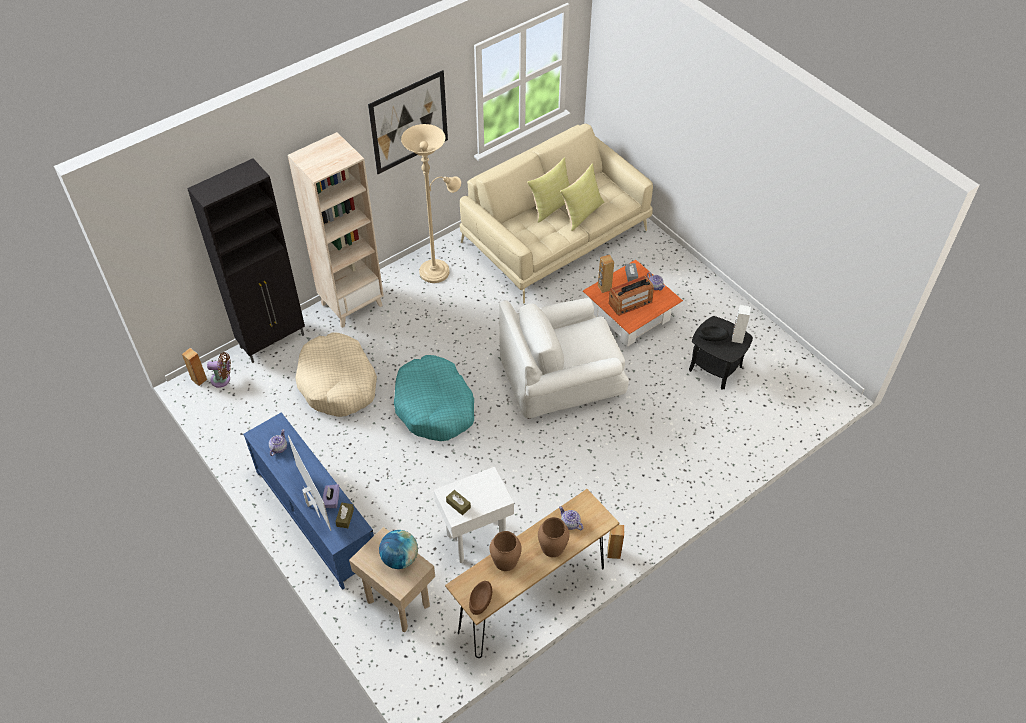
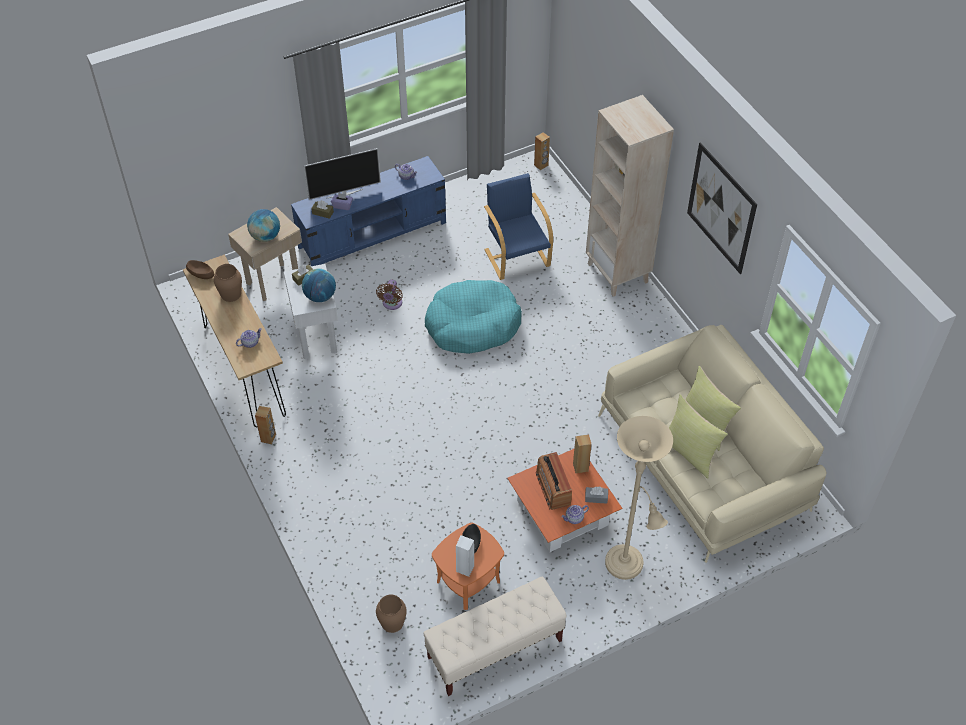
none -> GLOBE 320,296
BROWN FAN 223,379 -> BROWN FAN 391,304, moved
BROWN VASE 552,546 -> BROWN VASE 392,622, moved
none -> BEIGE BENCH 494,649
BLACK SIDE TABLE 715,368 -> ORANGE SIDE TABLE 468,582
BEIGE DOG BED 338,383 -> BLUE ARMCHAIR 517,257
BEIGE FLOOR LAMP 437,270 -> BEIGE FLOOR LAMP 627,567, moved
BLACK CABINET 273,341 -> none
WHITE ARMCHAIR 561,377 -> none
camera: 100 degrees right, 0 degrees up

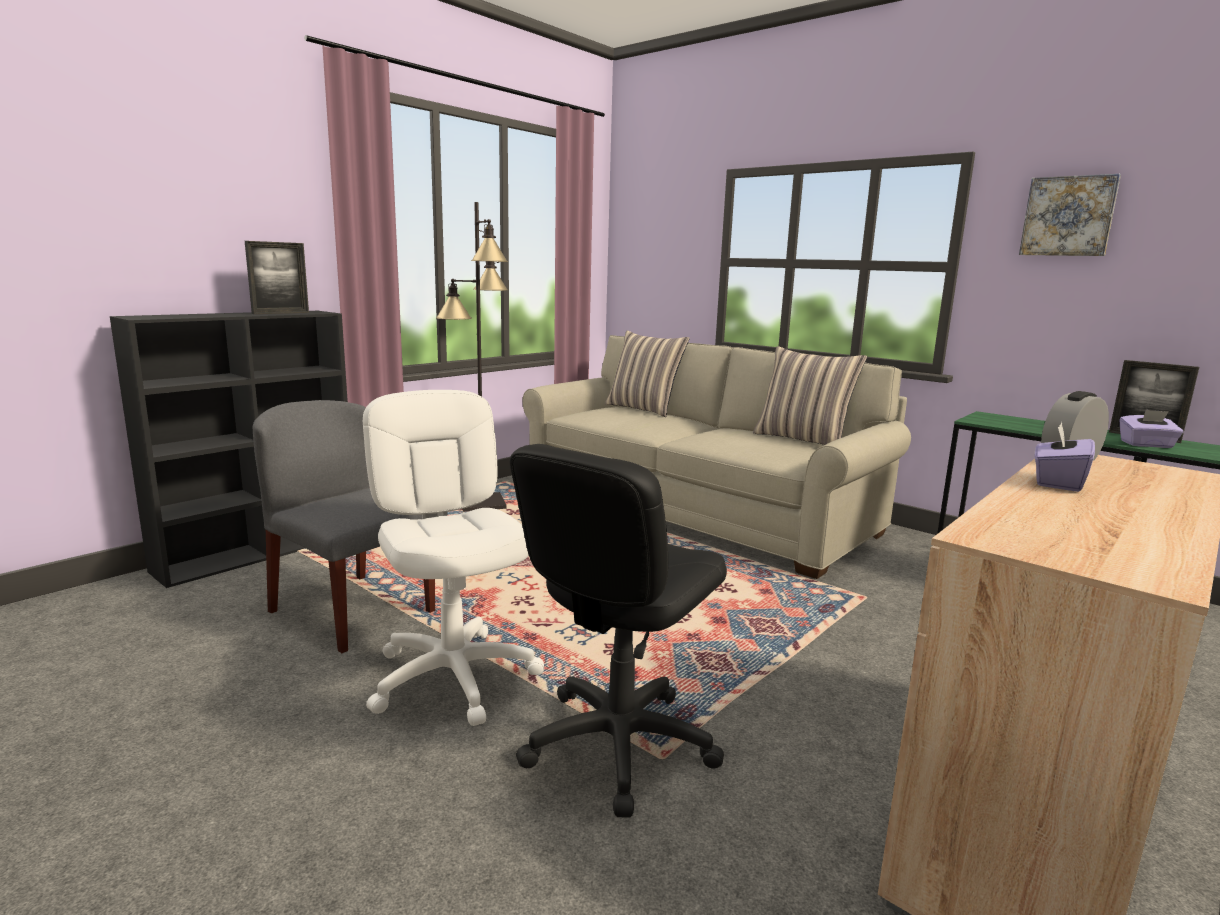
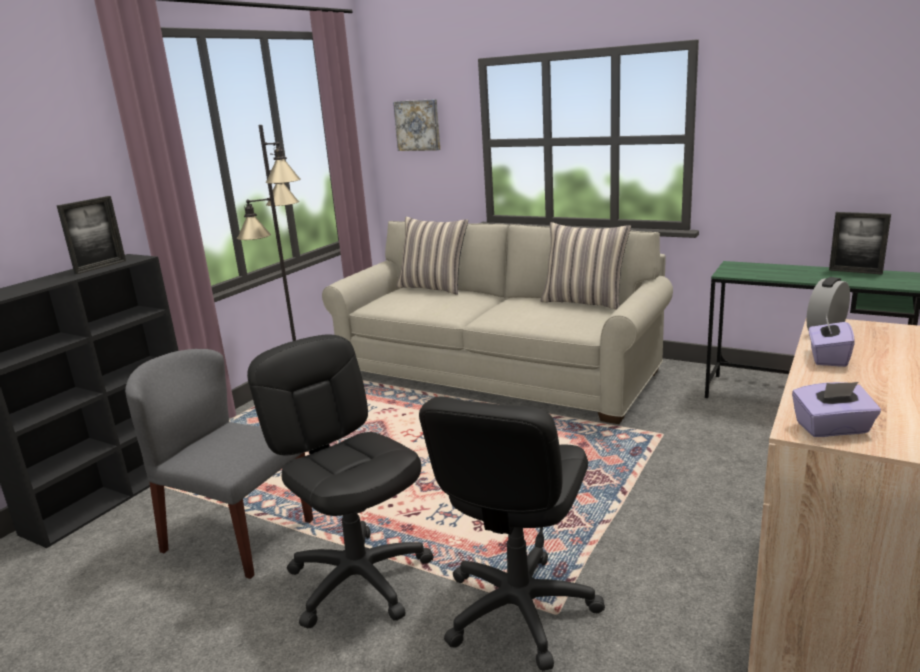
WHITE OFFICE CHAIR 454,677 -> BLACK OFFICE CHAIR 359,579
PICTURE 1068,216 -> PICTURE 418,125, moved
PURPLE TISSUE BOX 1146,445 -> PURPLE TISSUE BOX 832,429, moved
camera: 10 degrees left, 5 degrees up

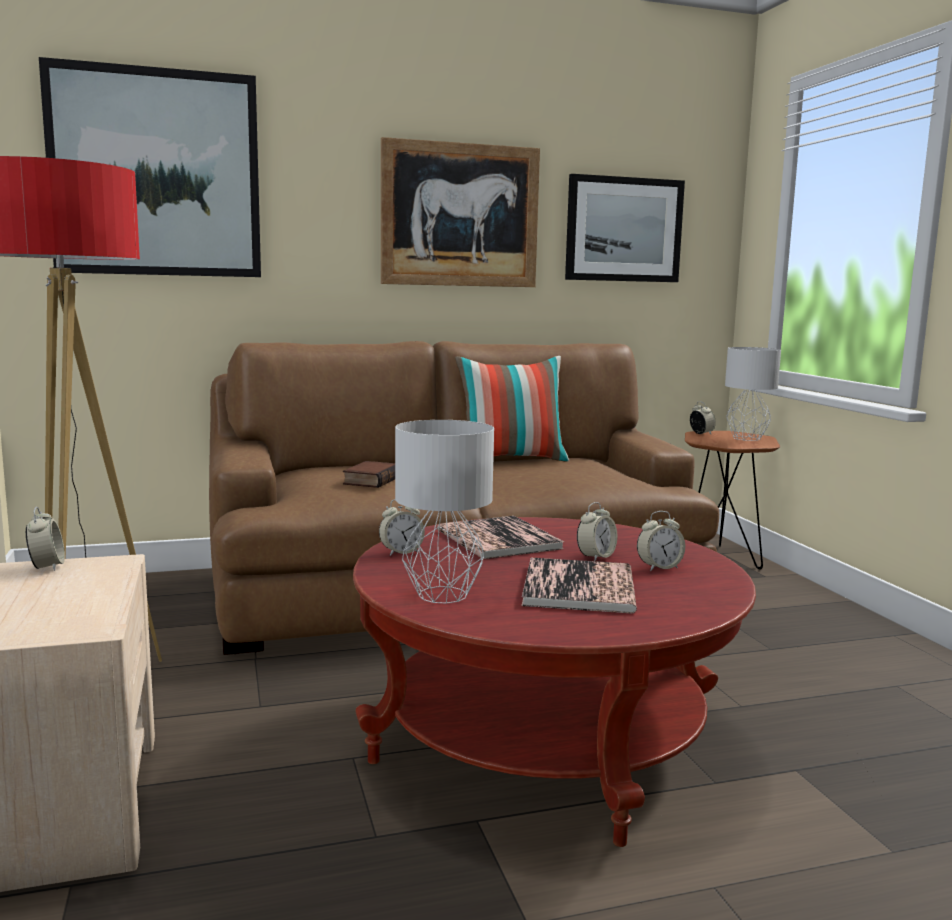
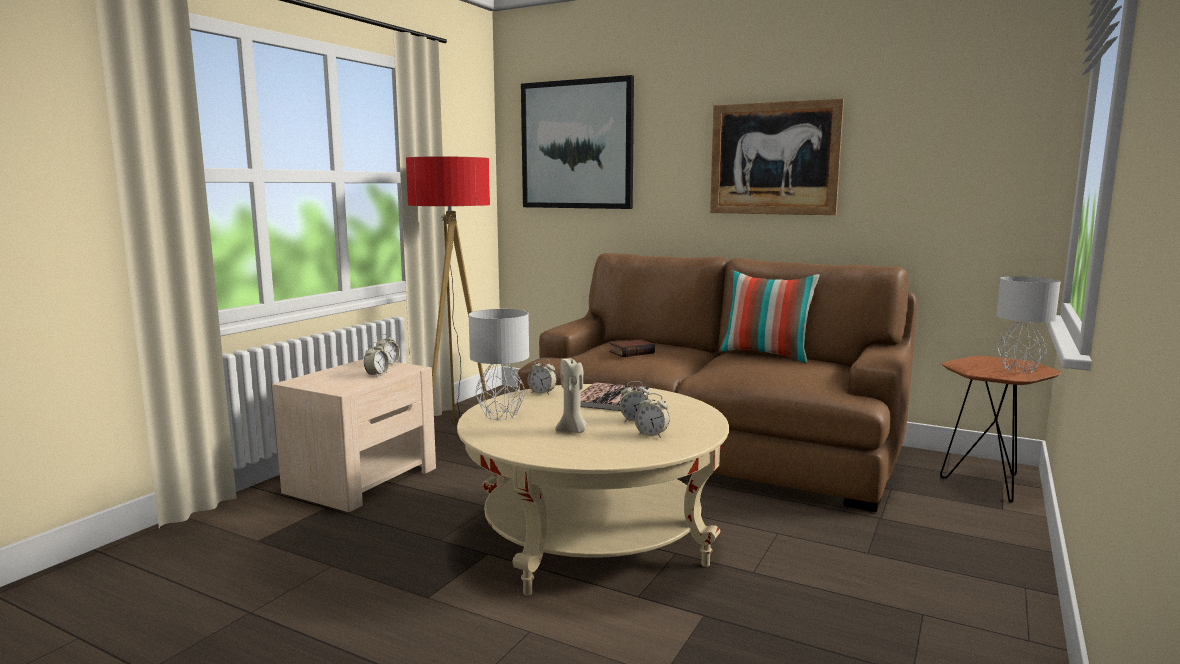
ALARM CLOCK 701,433 -> ALARM CLOCK 377,374, moved
RED COFFEE TABLE 544,738 -> BEIGE COFFEE TABLE 593,536
BOOK 579,587 -> BEIGE CANDLE 572,431
PICTURE 623,230 -> none
camera: 45 degrees right, 0 degrees up

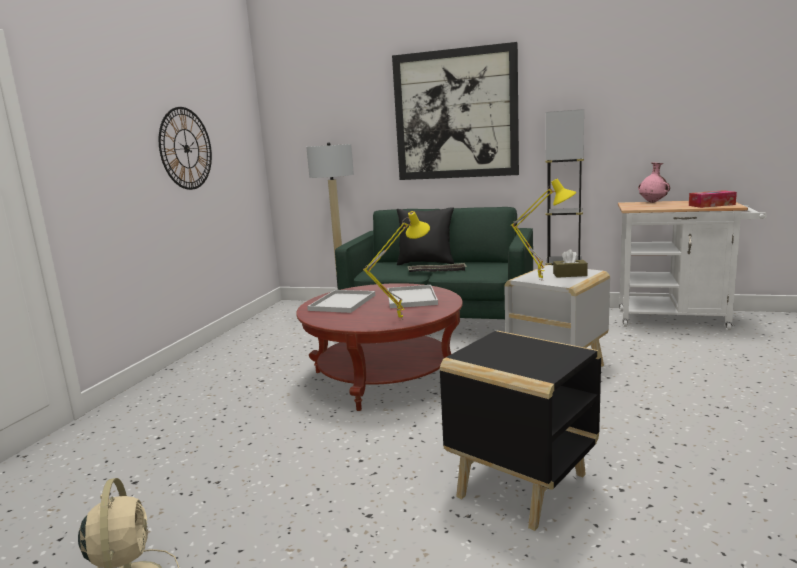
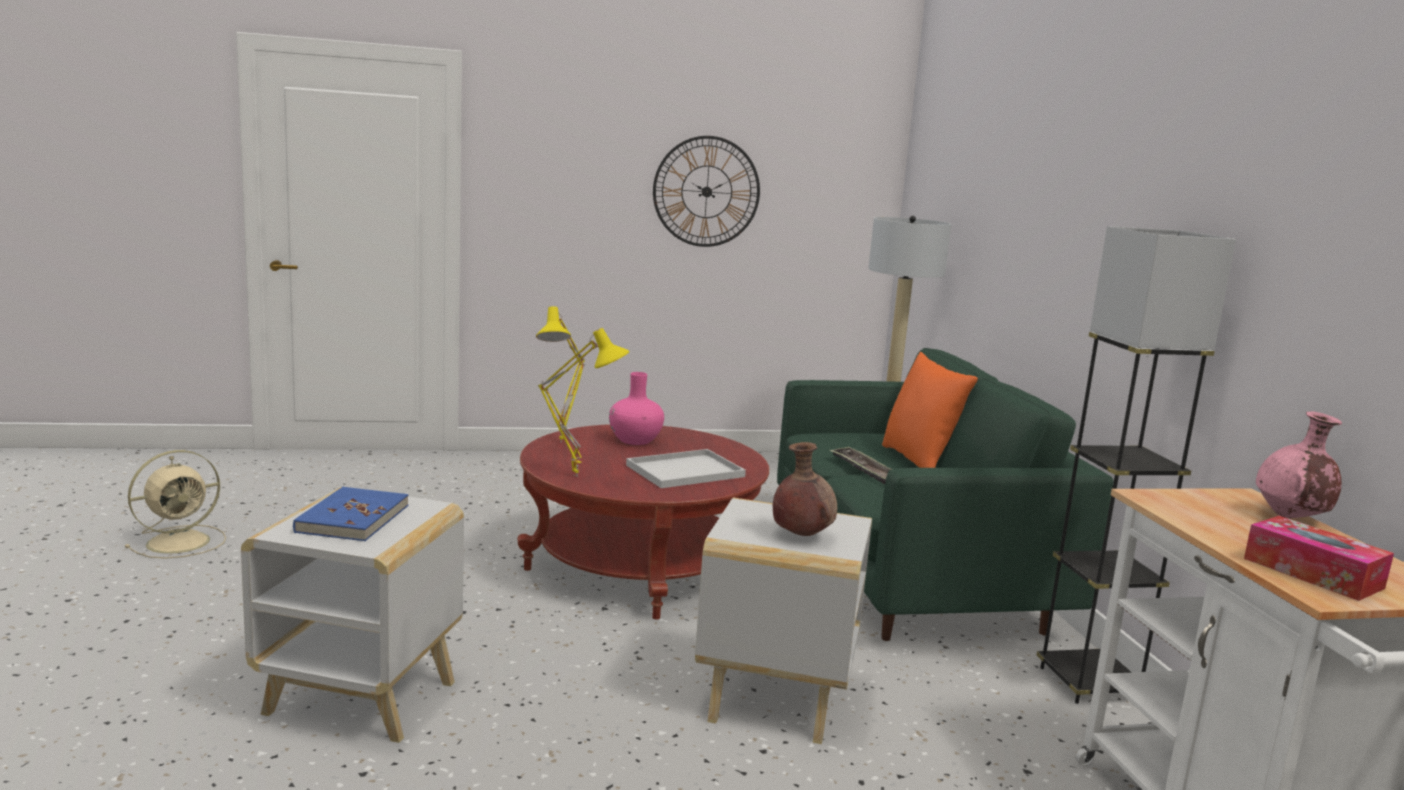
BLACK SIDE TABLE 522,484 -> WHITE SIDE TABLE 364,697
none -> BLUE BOOK 352,518
YELLOW TABLE LAMP 542,279 -> YELLOW TABLE LAMP 564,442, moved
WHITE TRAY 342,303 -> PINK VASE 635,440
BROWN TISSUE BOX 570,275 -> BROWN VASE 800,535
BLACK PILLOW 426,263 -> ORANGE PILLOW 919,461
PICTURE 455,115 -> none
camera: 60 degrees right, 0 degrees up

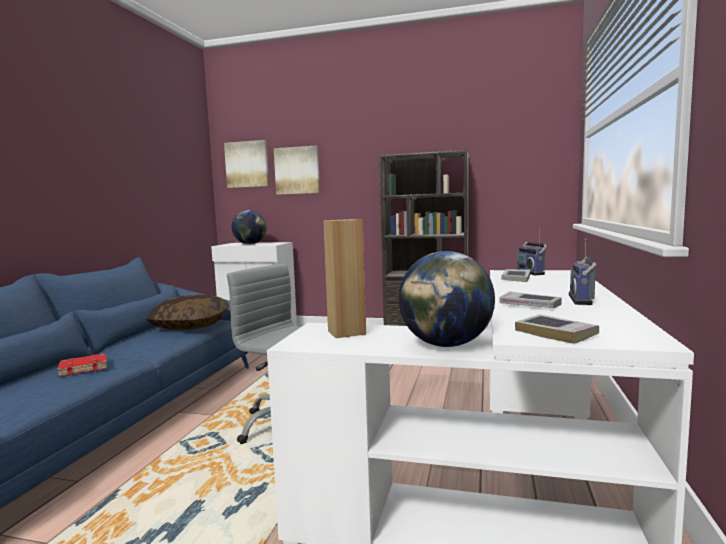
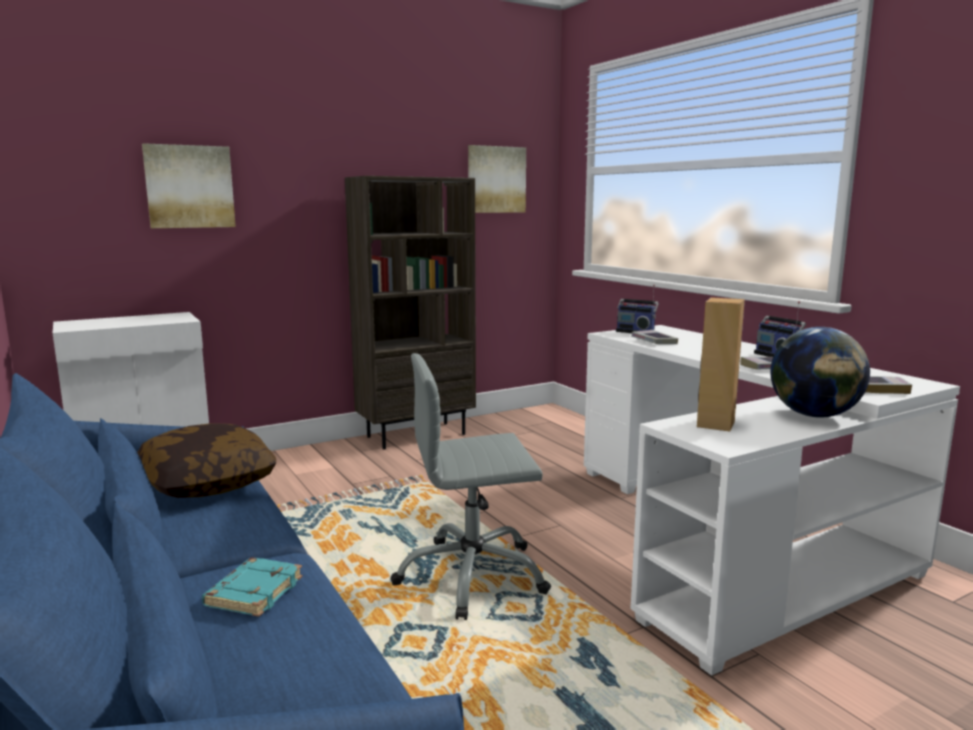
RED BOOK 84,368 -> TURQUOISE BOOK 254,592
PICTURE 247,164 -> PICTURE 496,179, moved
GLOBE 250,244 -> none
camera: 45 degrees left, 5 degrees up

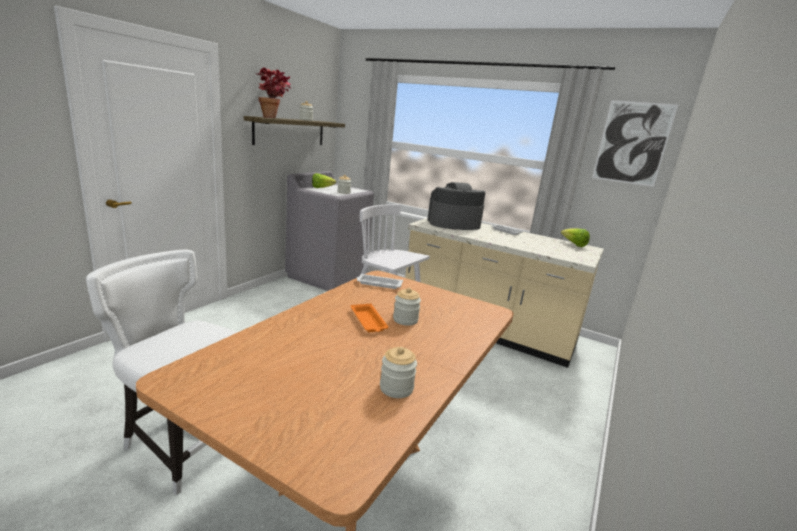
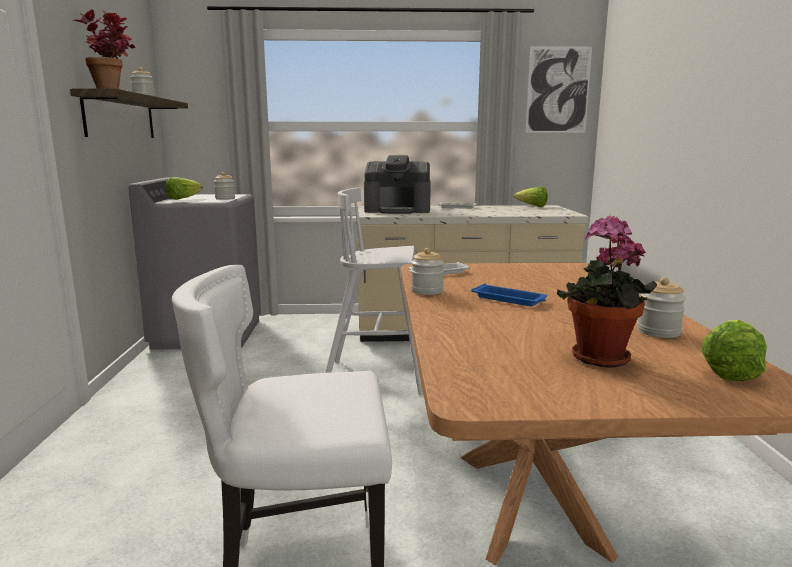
COFFEE MACHINE 453,224 -> COFFEE MACHINE 398,210, 135 degrees counterclockwise
JAR 405,320 -> JAR 427,291, moved
ORANGE TRAY 368,321 -> BLUE TRAY 509,299
none -> POTTED PLANT 599,360
none -> LETTUCE 728,371
camera: 30 degrees left, 5 degrees down

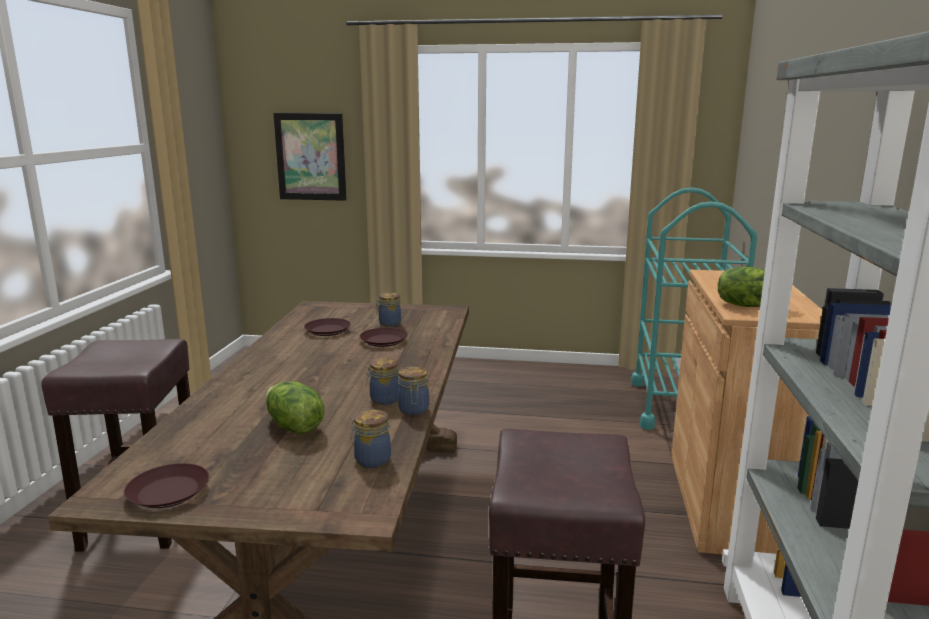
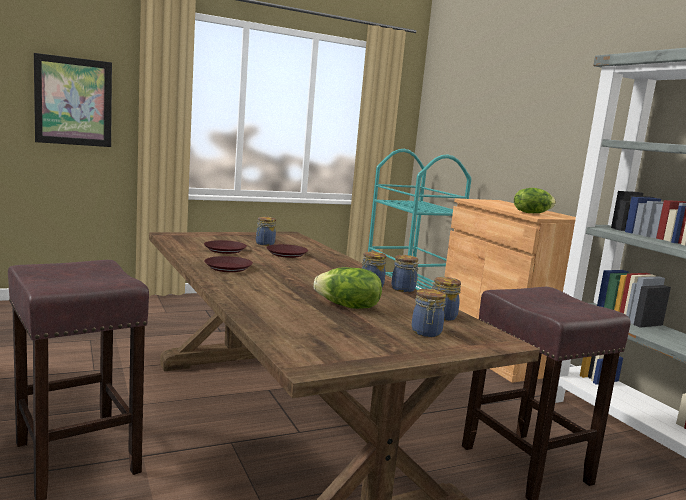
BROWN PLATE 169,492 -> BROWN PLATE 228,268, moved
none -> JAR 426,333
camera: 35 degrees left, 5 degrees down

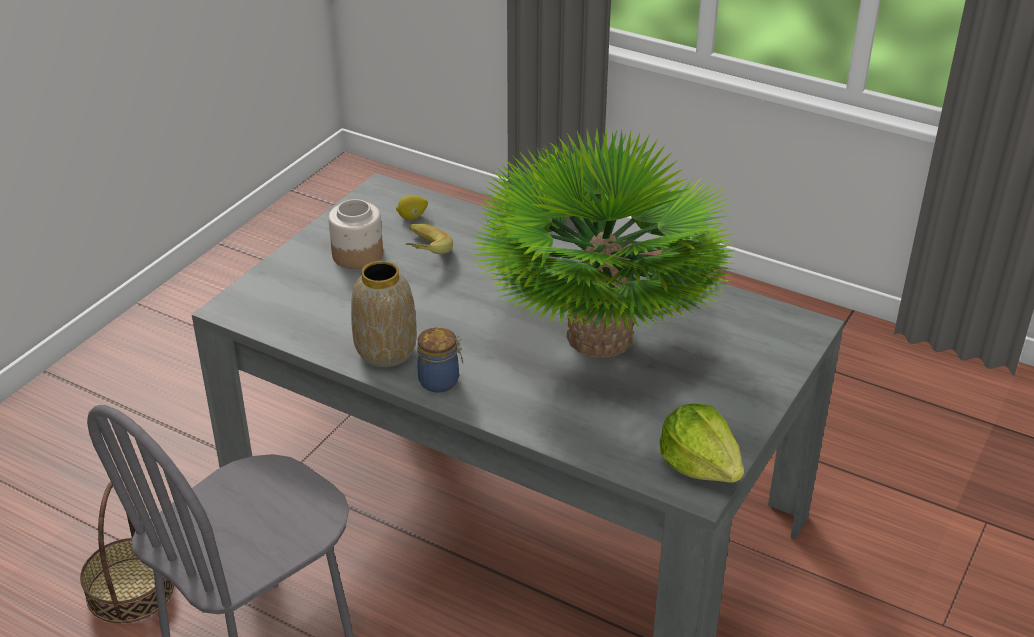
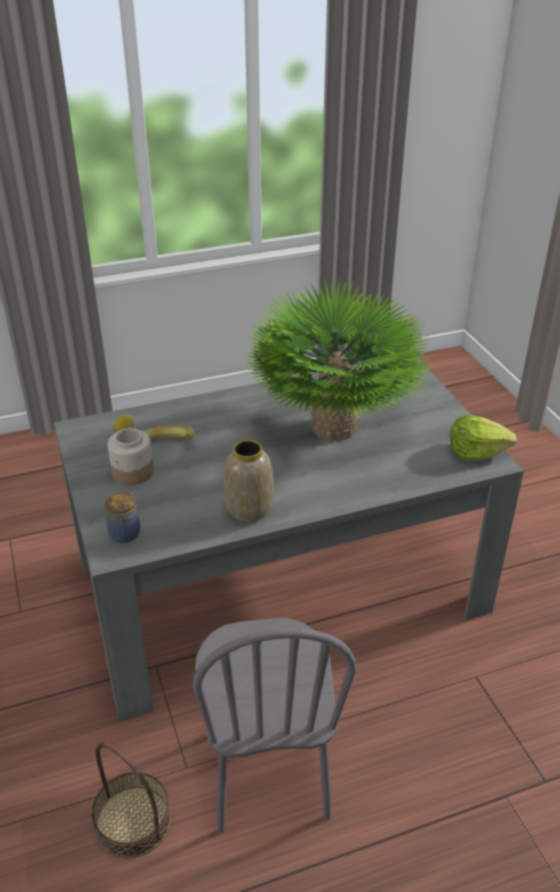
JAR 441,381 -> JAR 125,532, moved
camera: 50 degrees left, 0 degrees up

